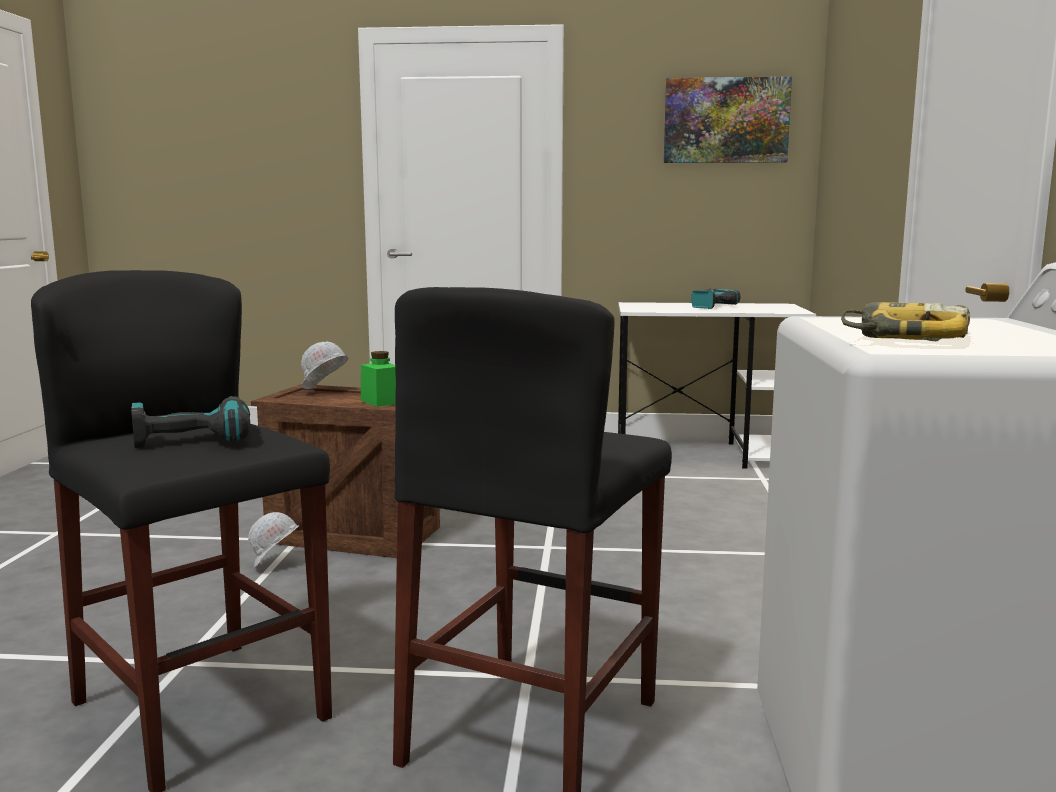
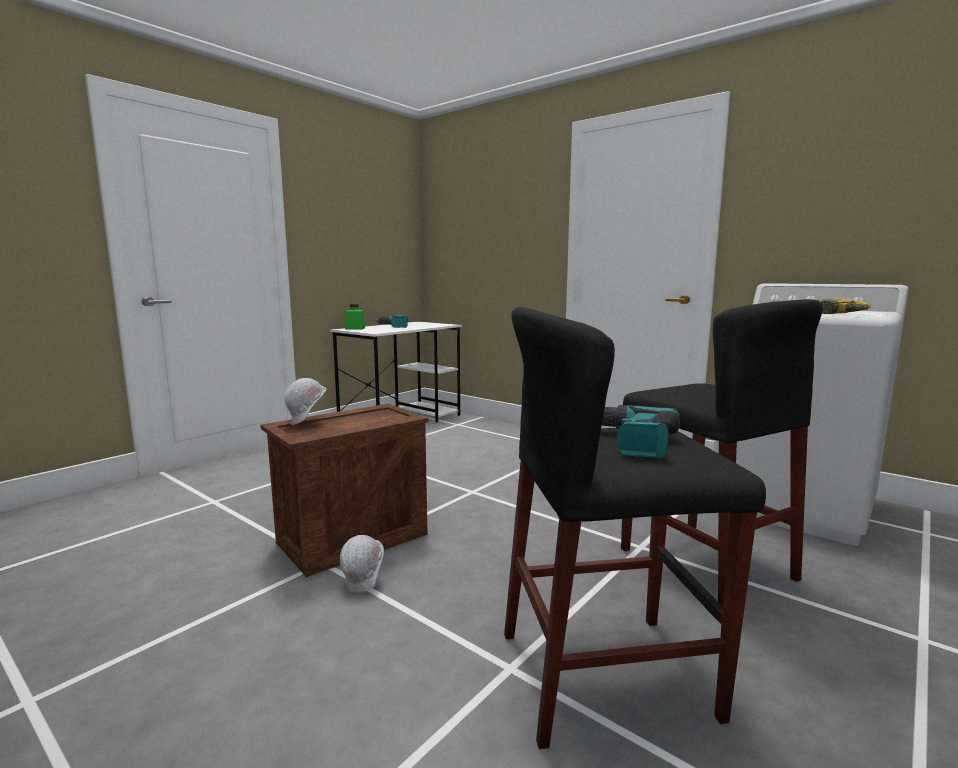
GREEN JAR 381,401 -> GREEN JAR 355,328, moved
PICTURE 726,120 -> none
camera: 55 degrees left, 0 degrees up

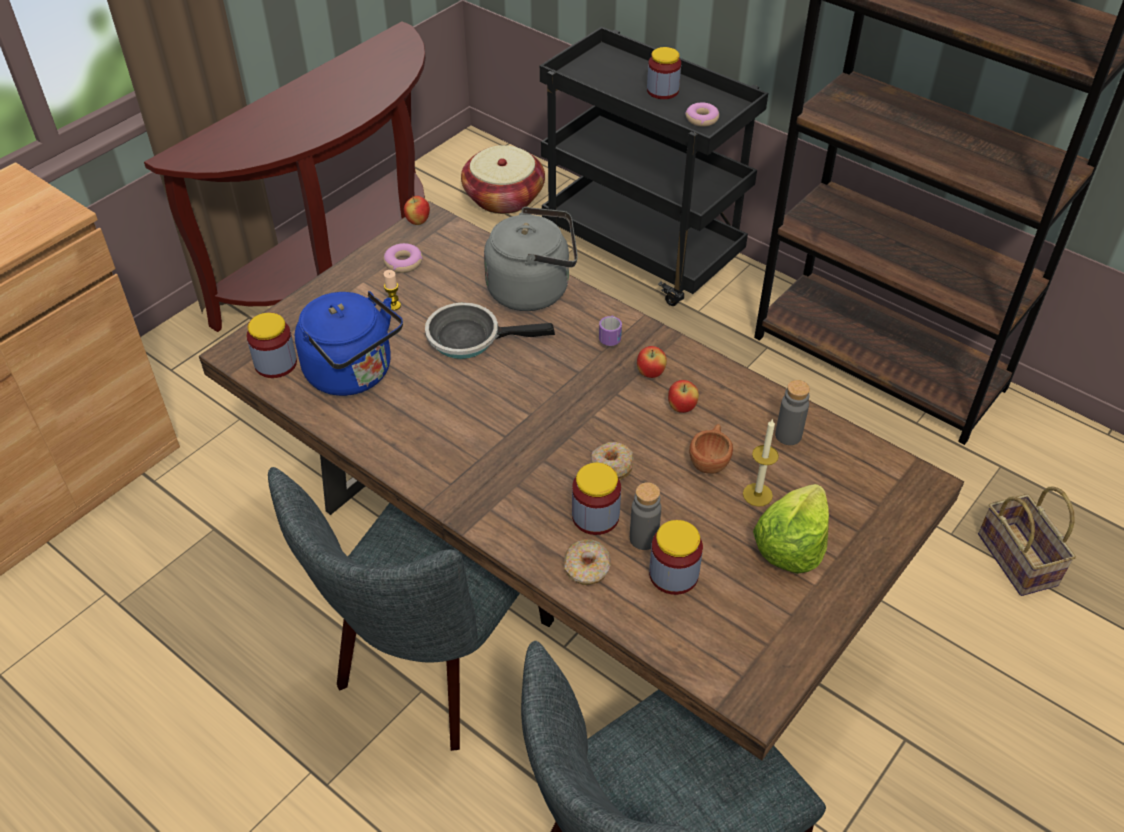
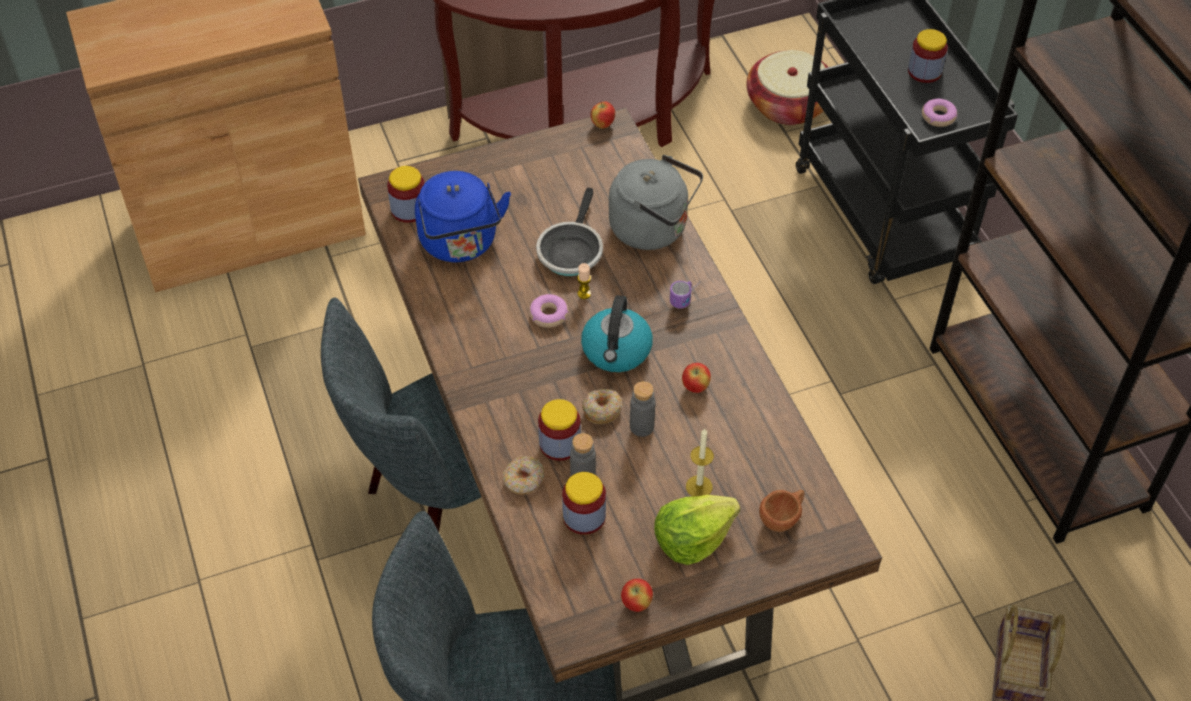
DONUT 403,263 -> DONUT 549,315, moved
FRYING PAN 470,338 -> FRYING PAN 570,251, 105 degrees counterclockwise
CANDLE 393,305 -> CANDLE 584,294, moved
none -> KETTLE 616,351
APPLE 650,373 -> APPLE 636,603, moved
GREY BOTTLE 788,435 -> GREY BOTTLE 642,427, moved
BROWN CUP 710,460 -> BROWN CUP 783,517, moved
camera: 30 degrees right, 5 degrees up

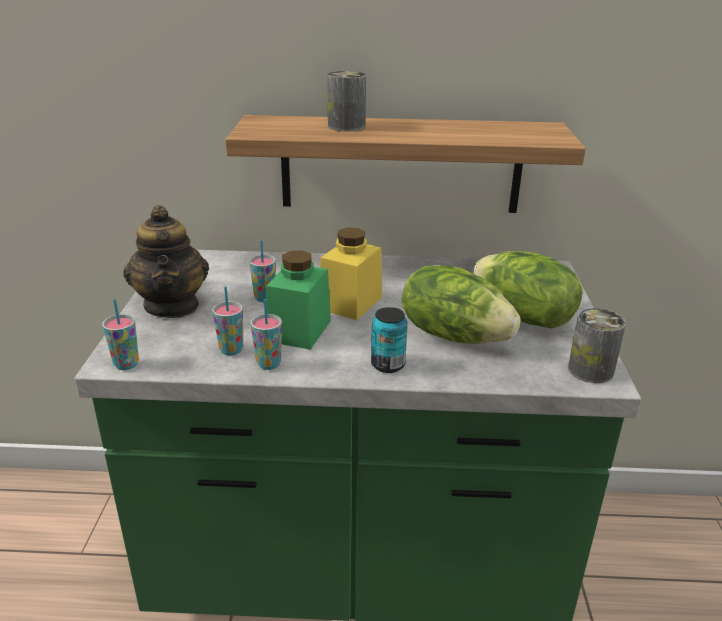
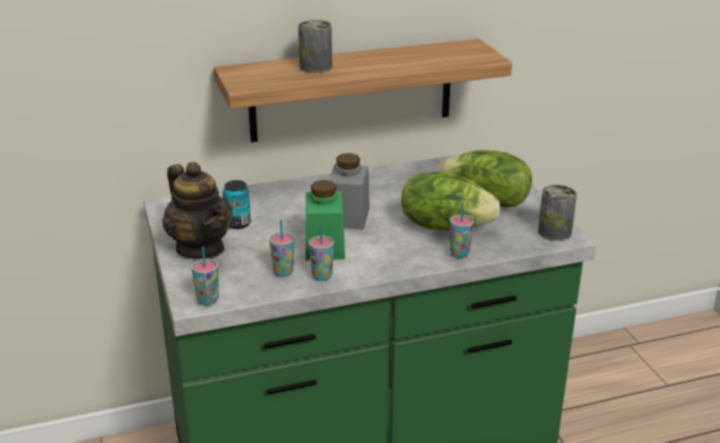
CAN 388,365 -> CAN 238,223, moved
YELLOW JAR 351,303 -> GREY JAR 348,217
CUP 264,298 -> CUP 459,254, moved
camera: 20 degrees left, 0 degrees up

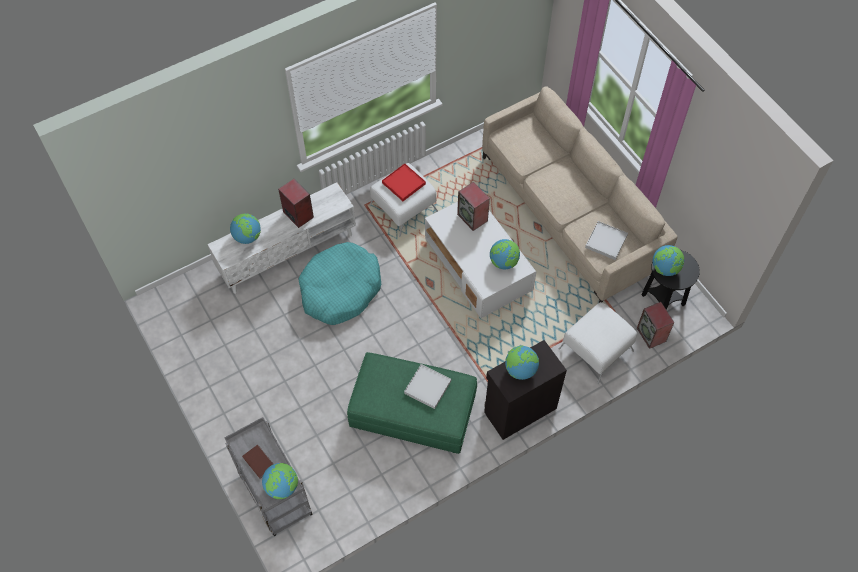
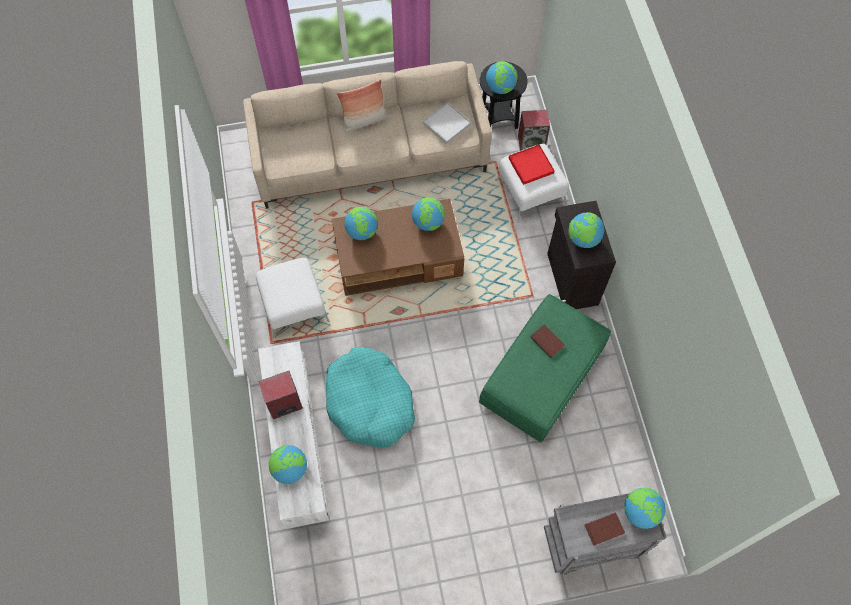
WHITE COFFEE TABLE 478,267 -> BROWN COFFEE TABLE 398,260
none -> PILLOW 364,121
SPEAKER 473,217 -> GLOBE 362,231
RED TRAY 403,183 -> RED TRAY 530,165, moved
WHITE TRAY 428,387 -> BROWN BOOK 547,341
camera: 70 degrees left, 5 degrees up

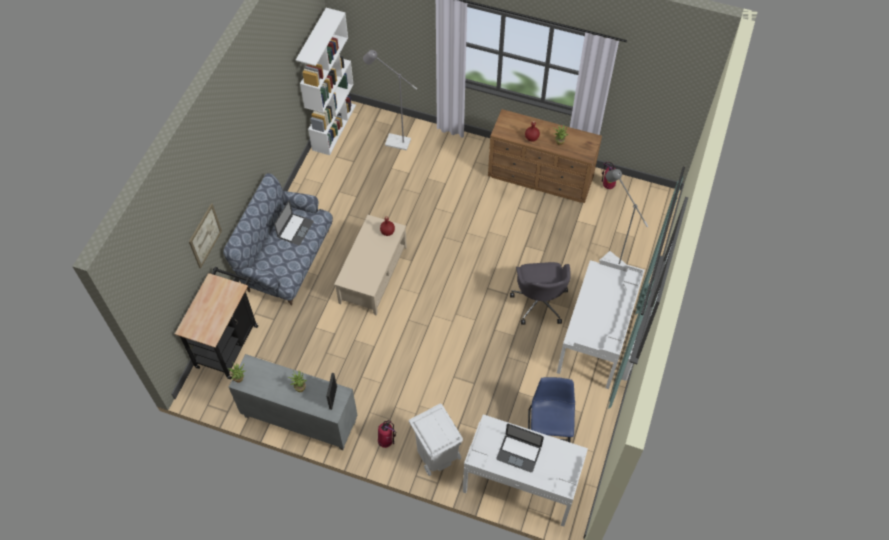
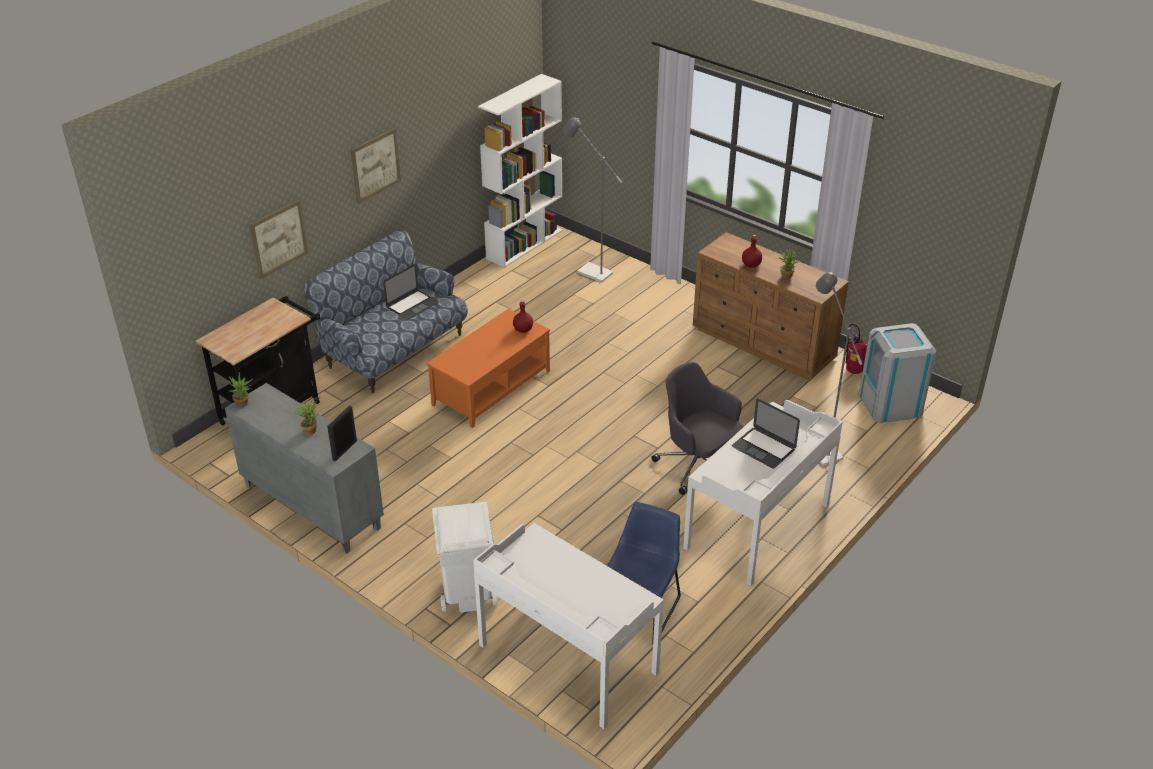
none -> PICTURE 375,165
BEIGE COFFEE TABLE 372,274 -> ORANGE COFFEE TABLE 490,387
GREY OFFICE CHAIR 539,301 -> GREY OFFICE CHAIR 698,466, 120 degrees clockwise
LAPTOP 518,453 -> LAPTOP 763,448, moved
none -> GREY TRASH CAN 890,404
FIRE EXTINGUISHER 386,441 -> none
camera: 20 degrees right, 20 degrees down

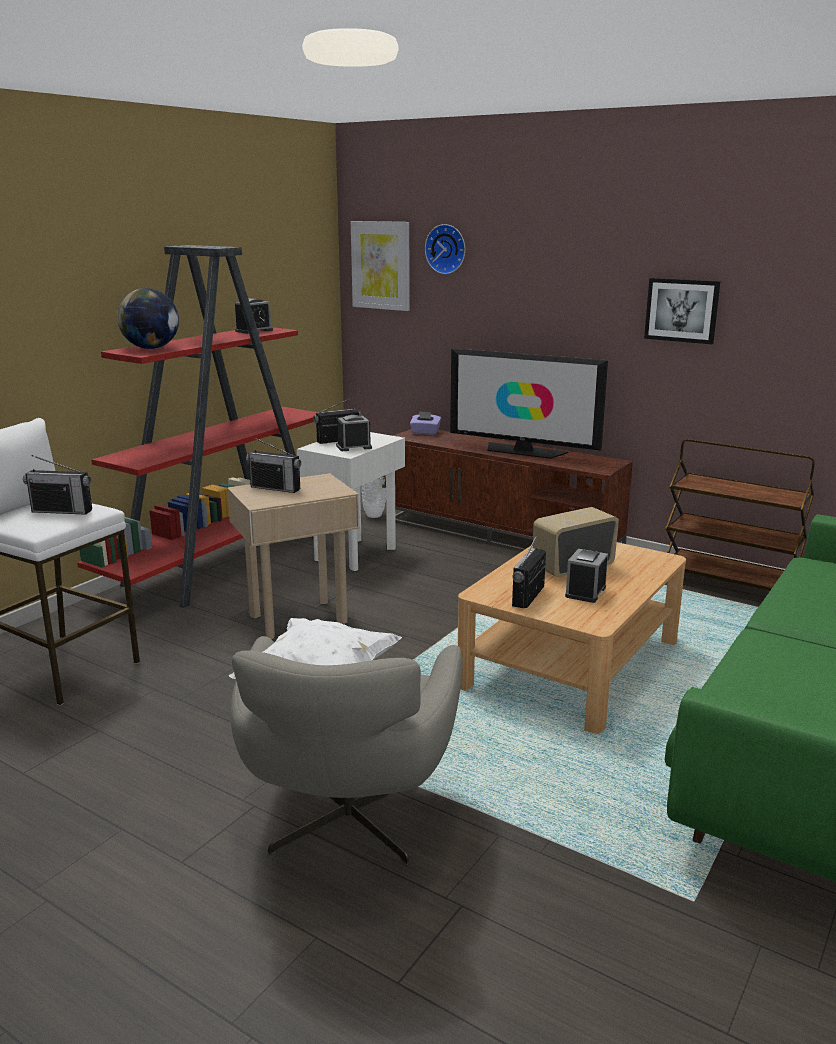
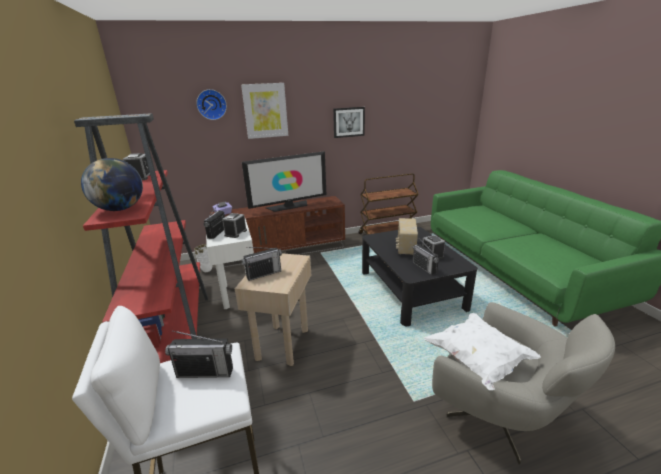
RADIO 62,511 -> RADIO 205,372, 45 degrees clockwise
PICTURE 381,265 -> PICTURE 265,111, moved
BEIGE COFFEE TABLE 572,663 -> BLACK COFFEE TABLE 411,289
camera: 50 degrees left, 5 degrees up

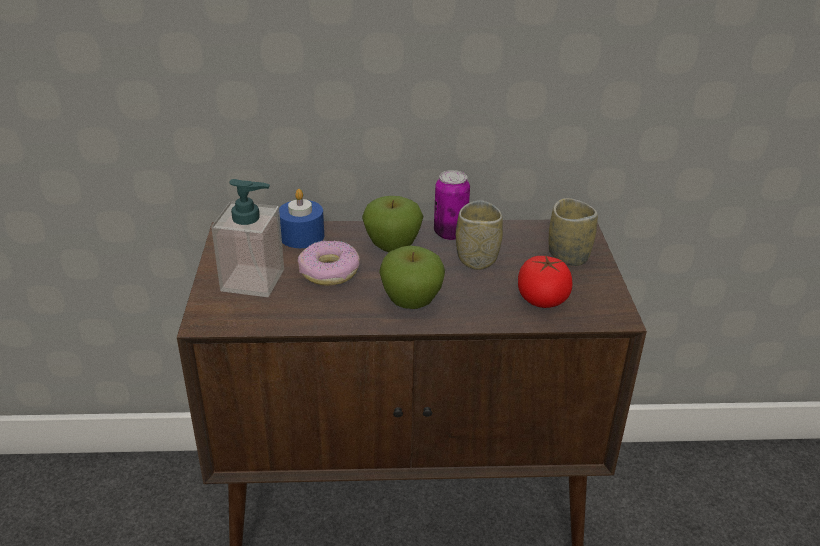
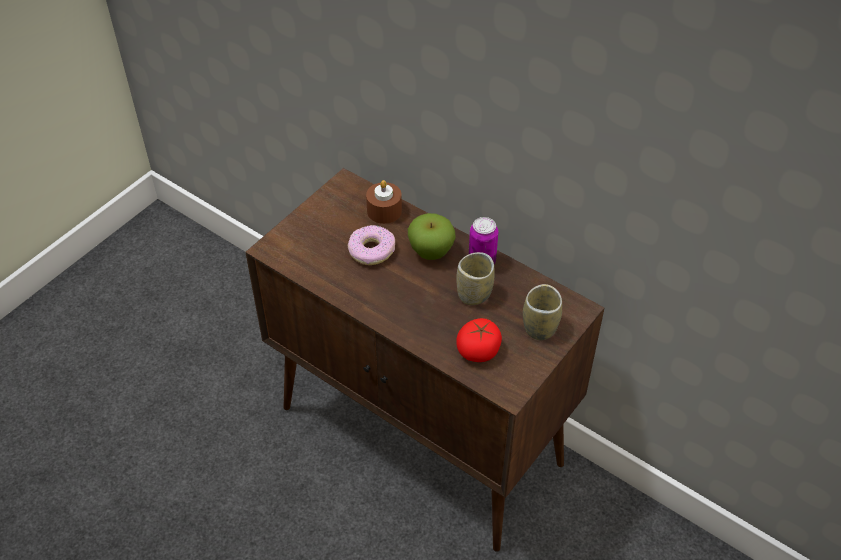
BLUE CANDLE 302,236 -> BROWN CANDLE 384,211
SOAP DISPENSER 253,280 -> none
APPLE 411,302 -> none
camera: 40 degrees right, 15 degrees up

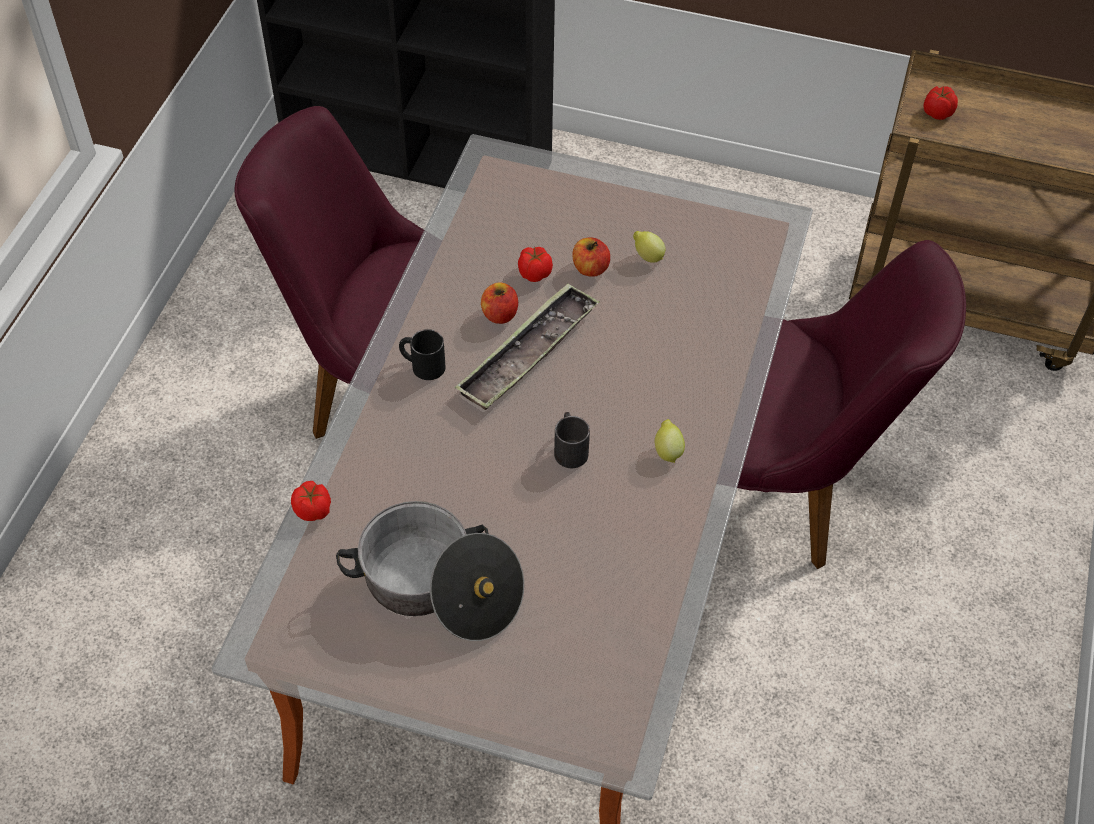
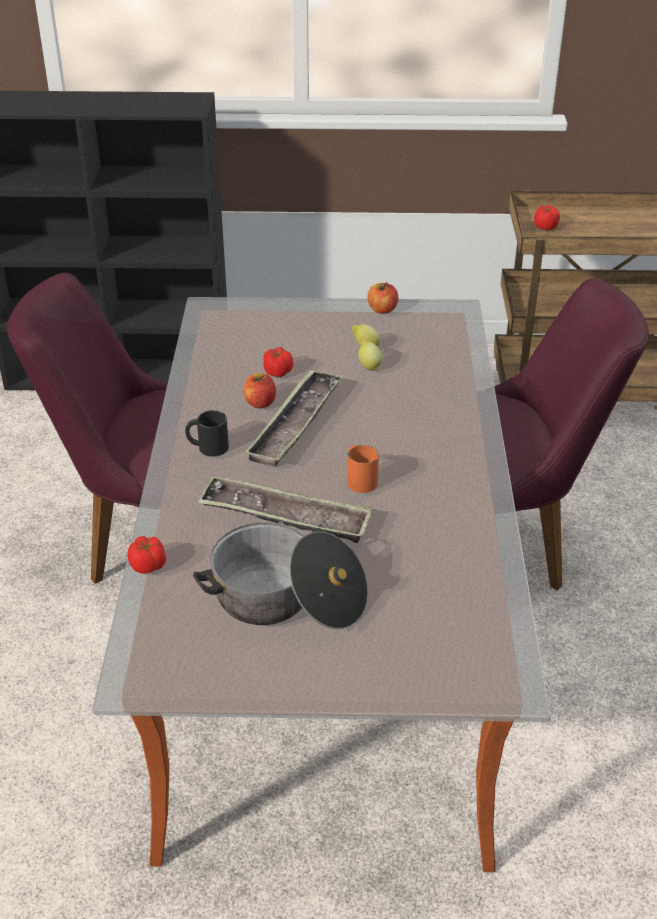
none -> TRAY 285,516
BLACK MUG 569,448 -> ORANGE MUG 359,479
LEMON 667,451 -> LEMON 369,366, moved
APPLE 590,268 -> APPLE 382,309, moved
camera: 15 degrees left, 15 degrees down

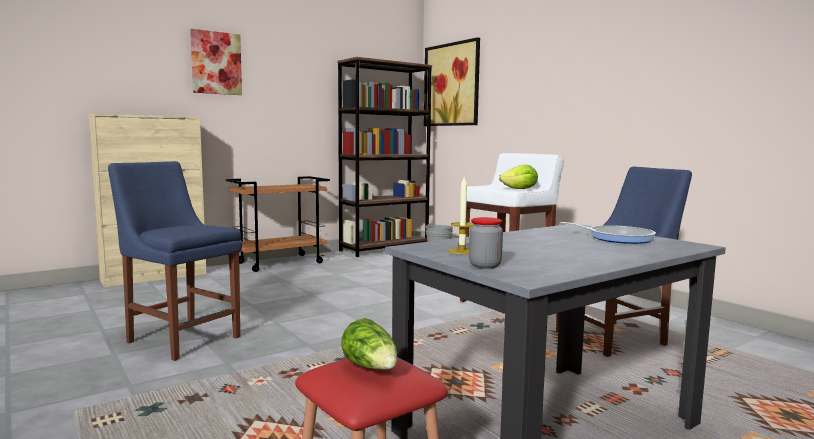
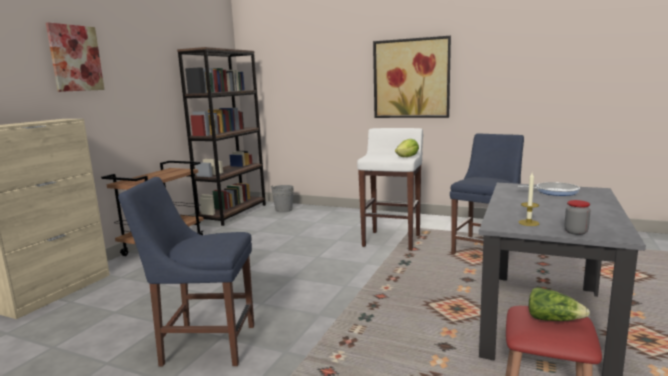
PICTURE 451,85 -> PICTURE 411,78, moved
camera: 30 degrees left, 5 degrees up

